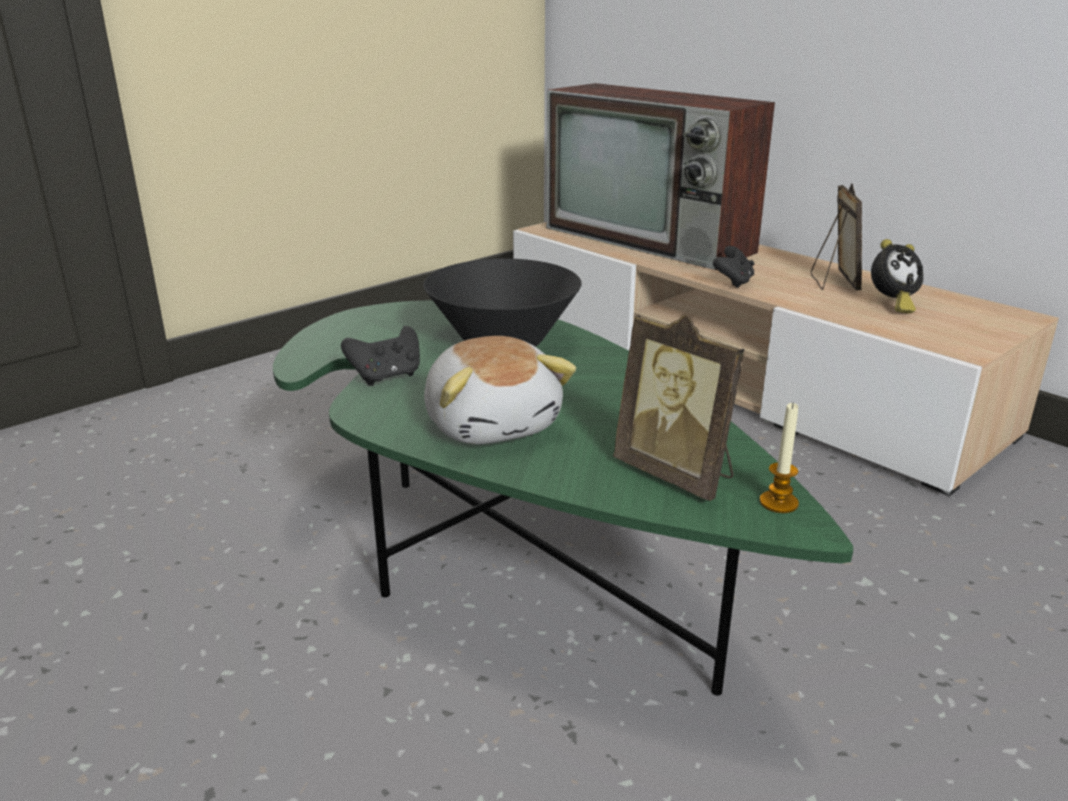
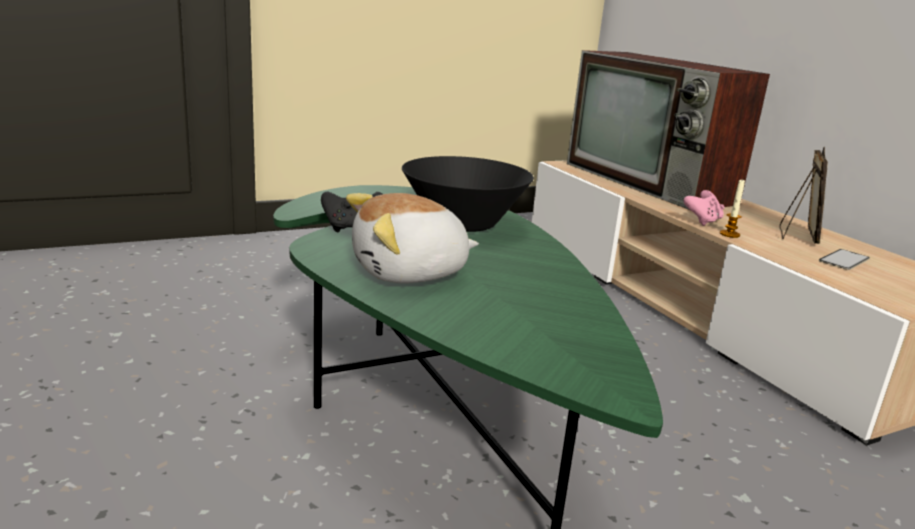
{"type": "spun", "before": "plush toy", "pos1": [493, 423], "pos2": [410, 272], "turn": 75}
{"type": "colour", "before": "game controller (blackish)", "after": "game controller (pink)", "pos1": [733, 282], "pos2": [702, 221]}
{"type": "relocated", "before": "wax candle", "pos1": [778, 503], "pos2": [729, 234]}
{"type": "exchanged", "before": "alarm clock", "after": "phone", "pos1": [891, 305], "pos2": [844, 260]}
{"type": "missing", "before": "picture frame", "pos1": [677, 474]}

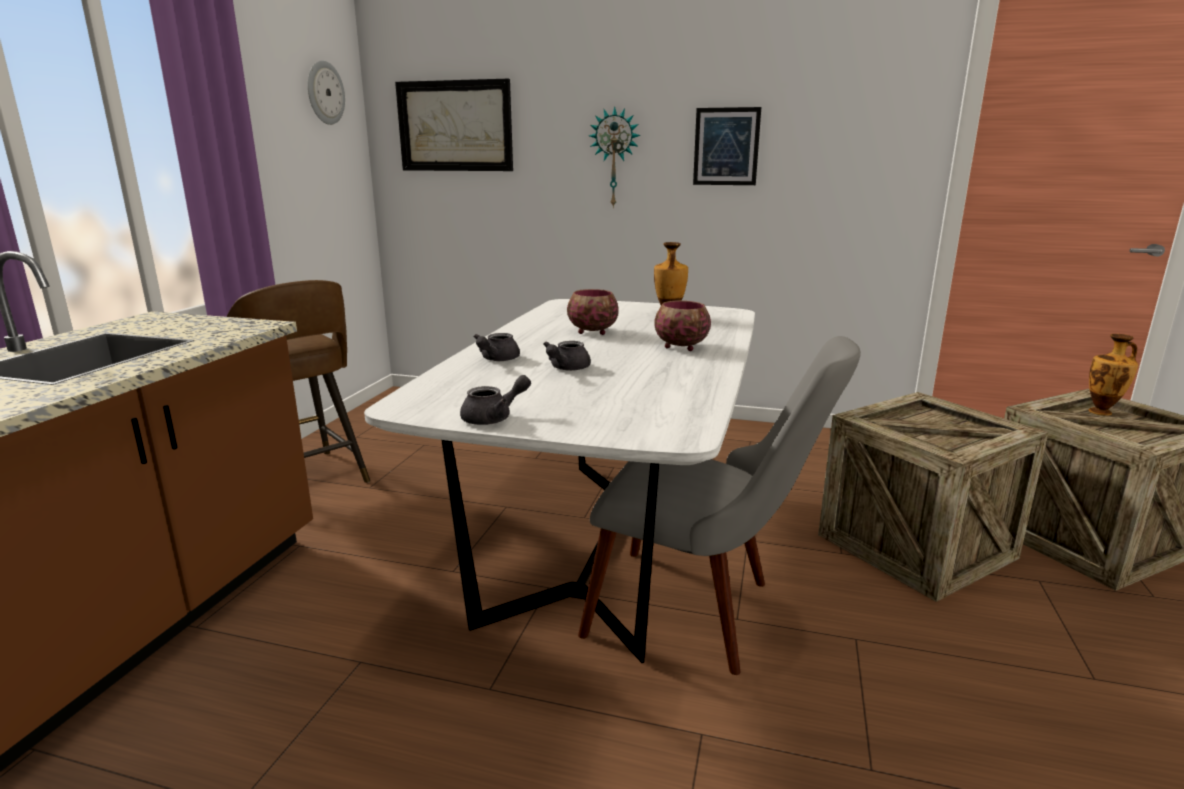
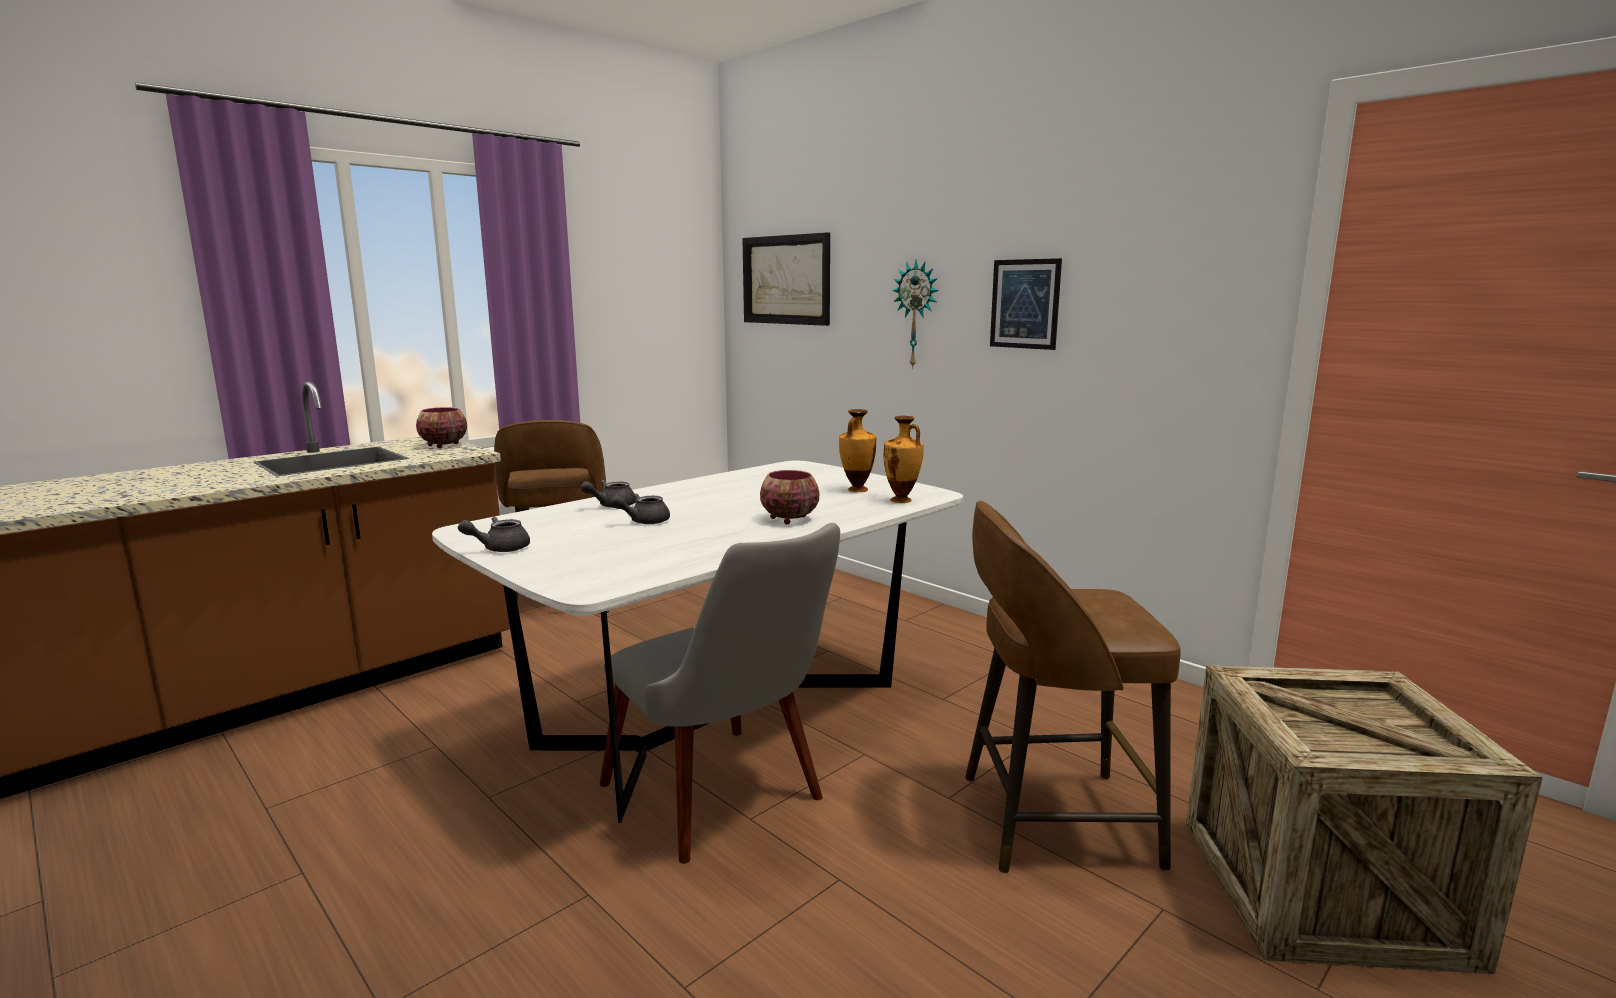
{"type": "relocated", "before": "bowl", "pos1": [591, 332], "pos2": [442, 445]}
{"type": "spun", "before": "tea pot (gray)", "pos1": [494, 418], "pos2": [499, 548], "turn": 150}
{"type": "relocated", "before": "decorative vase", "pos1": [1102, 412], "pos2": [902, 500]}
{"type": "exchanged", "before": "packing crate", "after": "stool seat (brown)", "pos1": [915, 546], "pos2": [1051, 819]}
{"type": "missing", "before": "hanging clock", "pos1": [325, 93]}

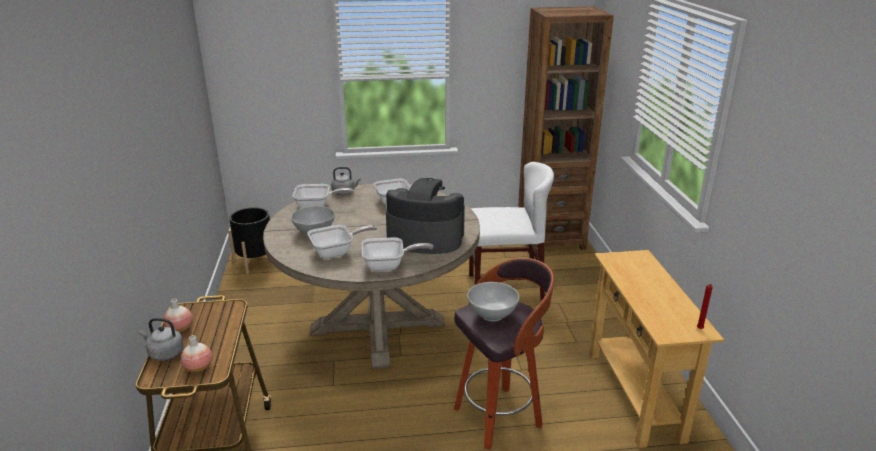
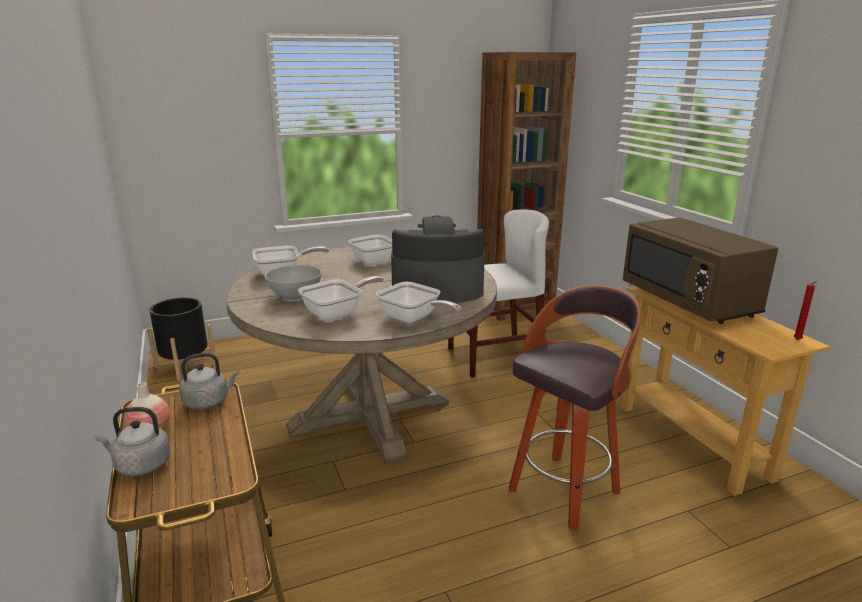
{"type": "relocated", "before": "kettle (gray)", "pos1": [345, 192], "pos2": [209, 401]}
{"type": "spun", "before": "pan", "pos1": [389, 265], "pos2": [413, 319], "turn": 60}
{"type": "appeared", "after": "microwave (brown)", "pos2": [689, 301]}
{"type": "missing", "before": "decorative vase", "pos1": [198, 368]}
{"type": "missing", "before": "bowl (white-coloured)", "pos1": [492, 314]}

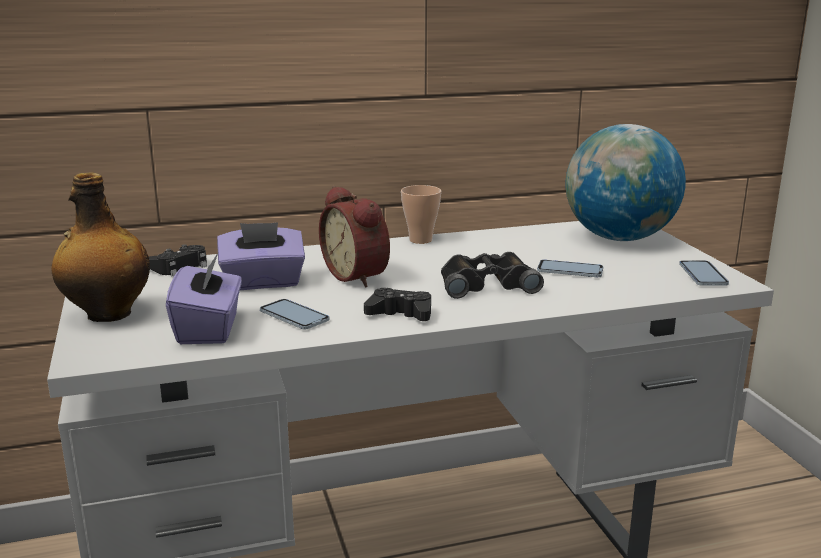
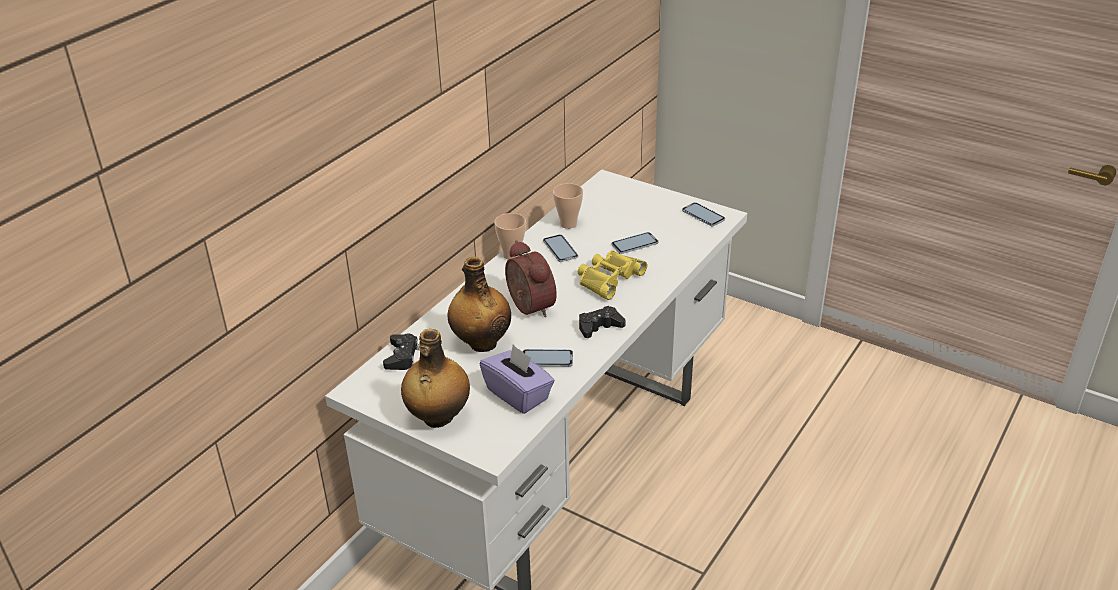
{"type": "exchanged", "before": "tissue holder (purple-coloured)", "after": "beverage bottle", "pos1": [263, 282], "pos2": [481, 342]}
{"type": "spun", "before": "alarm clock", "pos1": [359, 275], "pos2": [527, 307], "turn": -135}
{"type": "appeared", "after": "phone", "pos2": [560, 249]}
{"type": "appeared", "after": "small cup", "pos2": [568, 224]}
{"type": "colour", "before": "field glasses (blackish)", "after": "field glasses (yellowish)", "pos1": [486, 284], "pos2": [608, 278]}
{"type": "missing", "before": "desk globe", "pos1": [619, 238]}

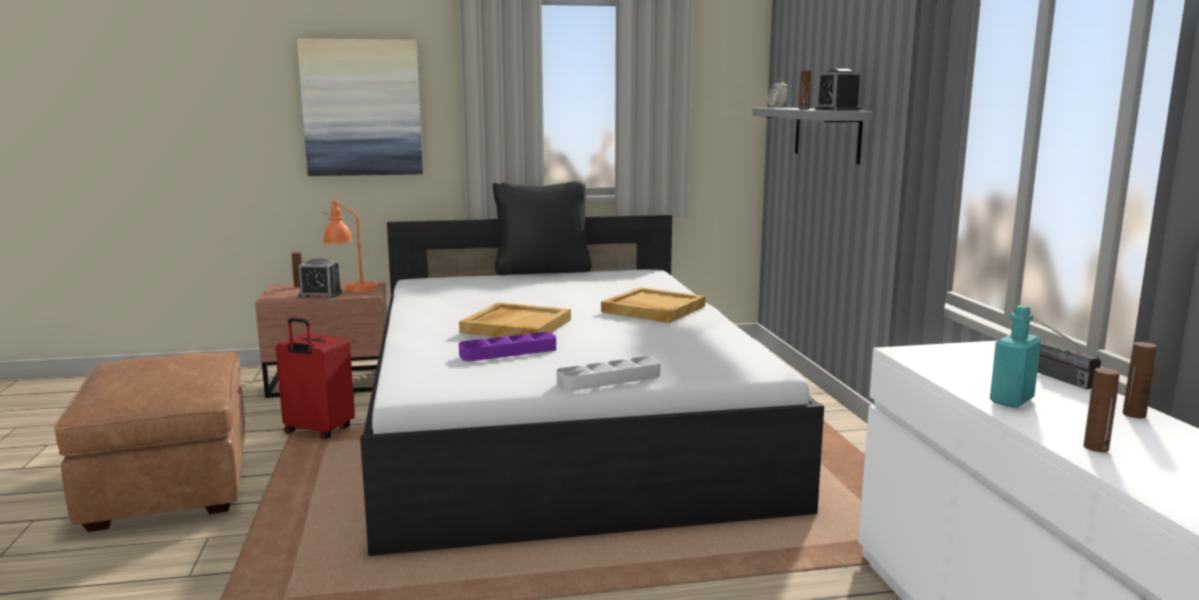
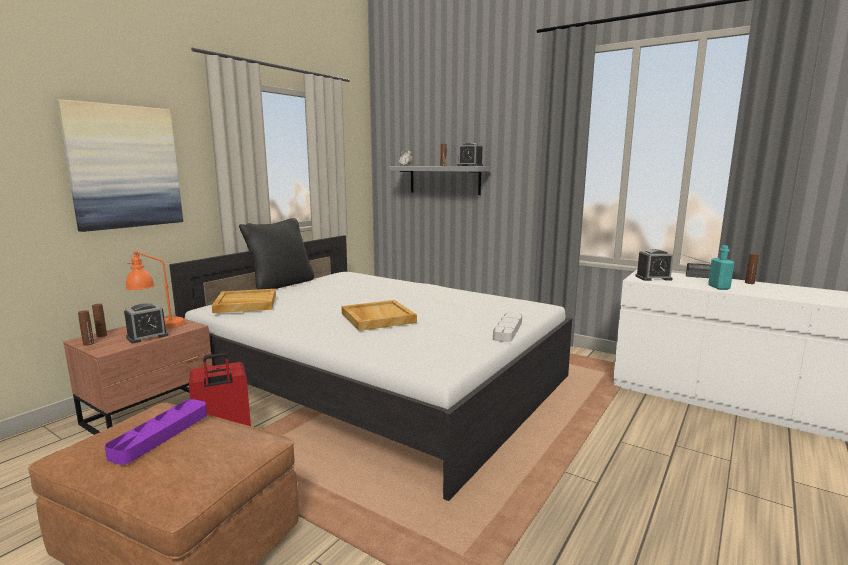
{"type": "relocated", "before": "beverage bottle (brown)", "pos1": [1096, 447], "pos2": [88, 343]}
{"type": "relocated", "before": "serving tray (purple-coloured)", "pos1": [508, 352], "pos2": [161, 435]}
{"type": "relocated", "before": "serving tray (beige-coloured)", "pos1": [652, 309], "pos2": [245, 304]}
{"type": "appeared", "after": "alarm clock", "pos2": [653, 278]}

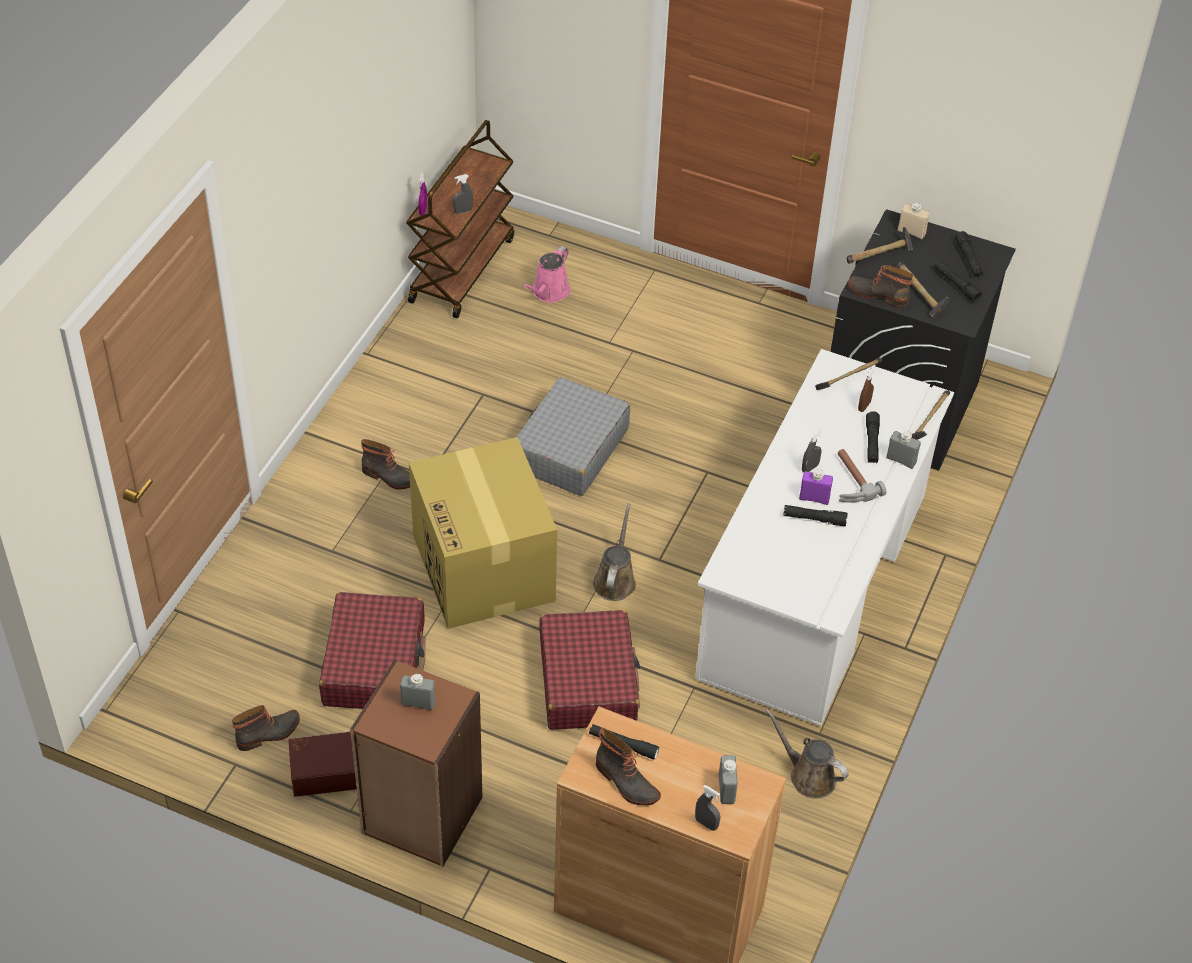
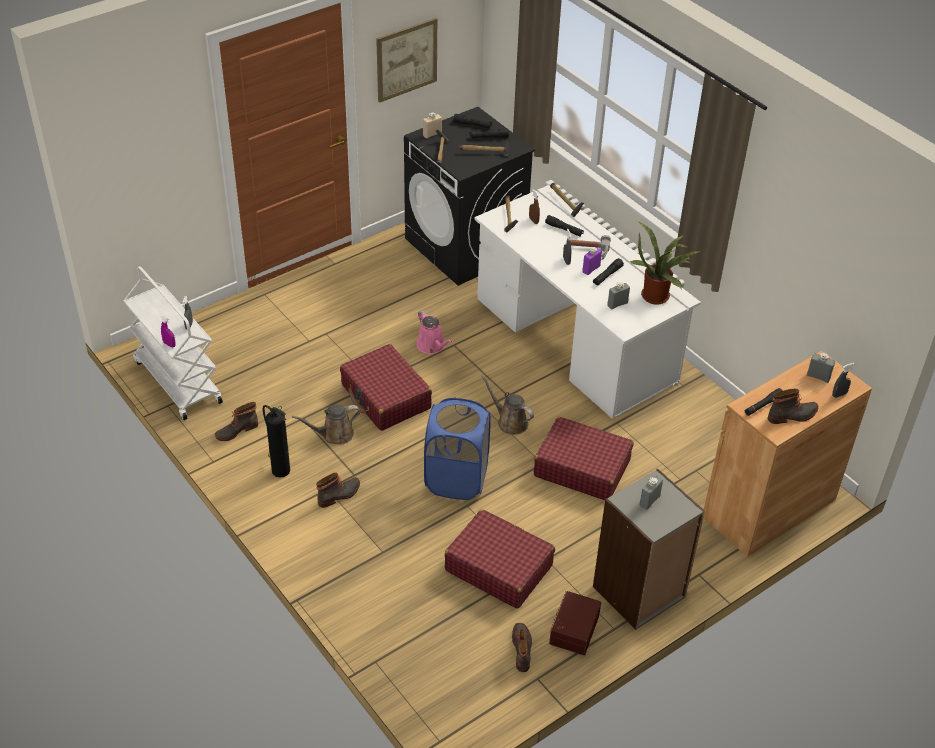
{"type": "colour", "before": "cart (brown)", "after": "cart (white-coloured)", "pos1": [461, 269], "pos2": [177, 381]}
{"type": "relocated", "before": "high-top boot", "pos1": [878, 294], "pos2": [236, 430]}
{"type": "appeared", "after": "extinguisher", "pos2": [280, 470]}
{"type": "relocated", "before": "watering pot (brown)", "pos1": [808, 776], "pos2": [334, 435]}
{"type": "colour", "before": "suitcase (gray)", "after": "suitcase (red)", "pos1": [569, 449], "pos2": [386, 397]}
{"type": "appeared", "after": "picture", "pos2": [406, 59]}
{"type": "relocated", "before": "watering pot (pink)", "pos1": [549, 292], "pos2": [432, 346]}
{"type": "exchanged", "before": "packing box", "after": "laundry basket (bluish)", "pos1": [484, 569], "pos2": [456, 479]}
{"type": "colour", "before": "bookcase (brown)", "after": "bookcase (gray)", "pos1": [421, 816], "pos2": [639, 593]}
{"type": "relocated", "before": "beverage bottle (gray)", "pos1": [901, 460], "pos2": [617, 304]}
{"type": "appeared", "after": "potted plant", "pos2": [657, 295]}

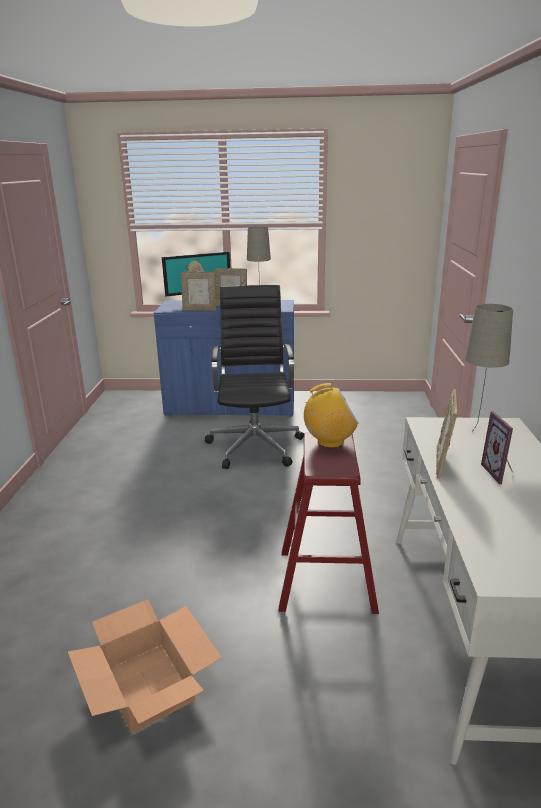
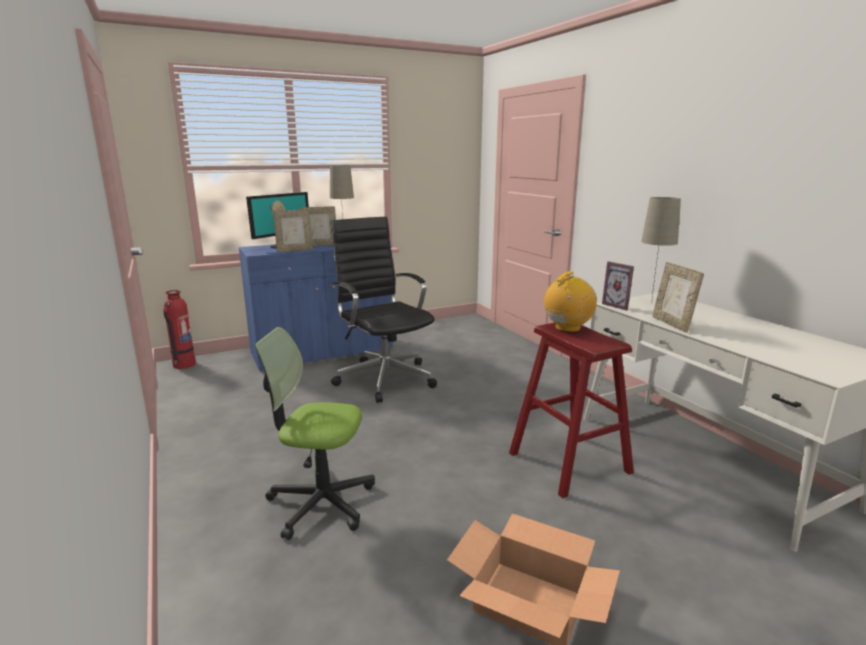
{"type": "appeared", "after": "extinguisher", "pos2": [183, 365]}
{"type": "appeared", "after": "office chair", "pos2": [321, 502]}
{"type": "relocated", "before": "picture frame", "pos1": [500, 473], "pos2": [619, 305]}

